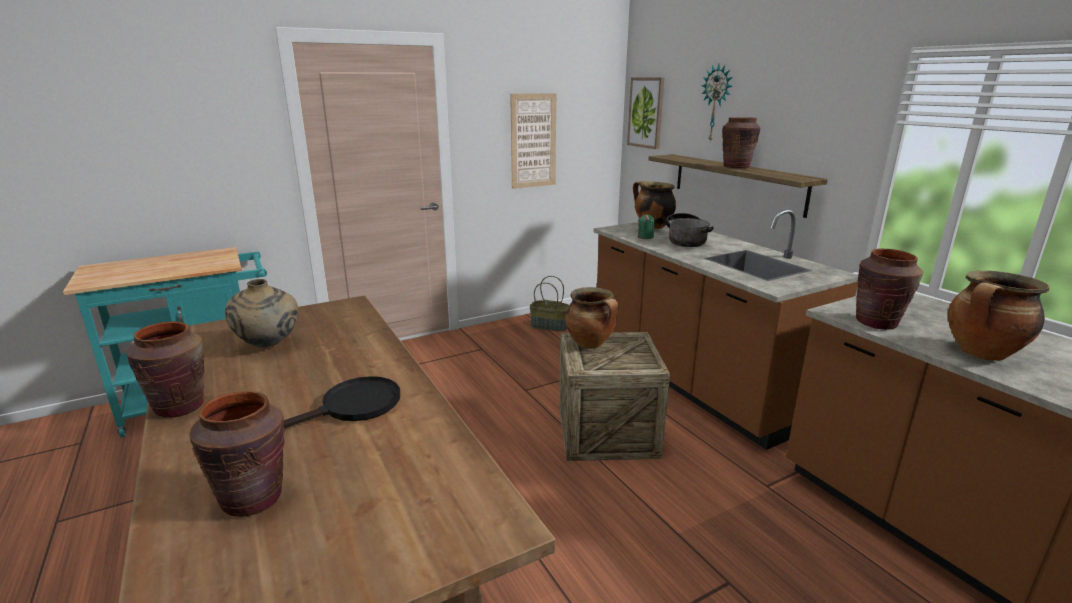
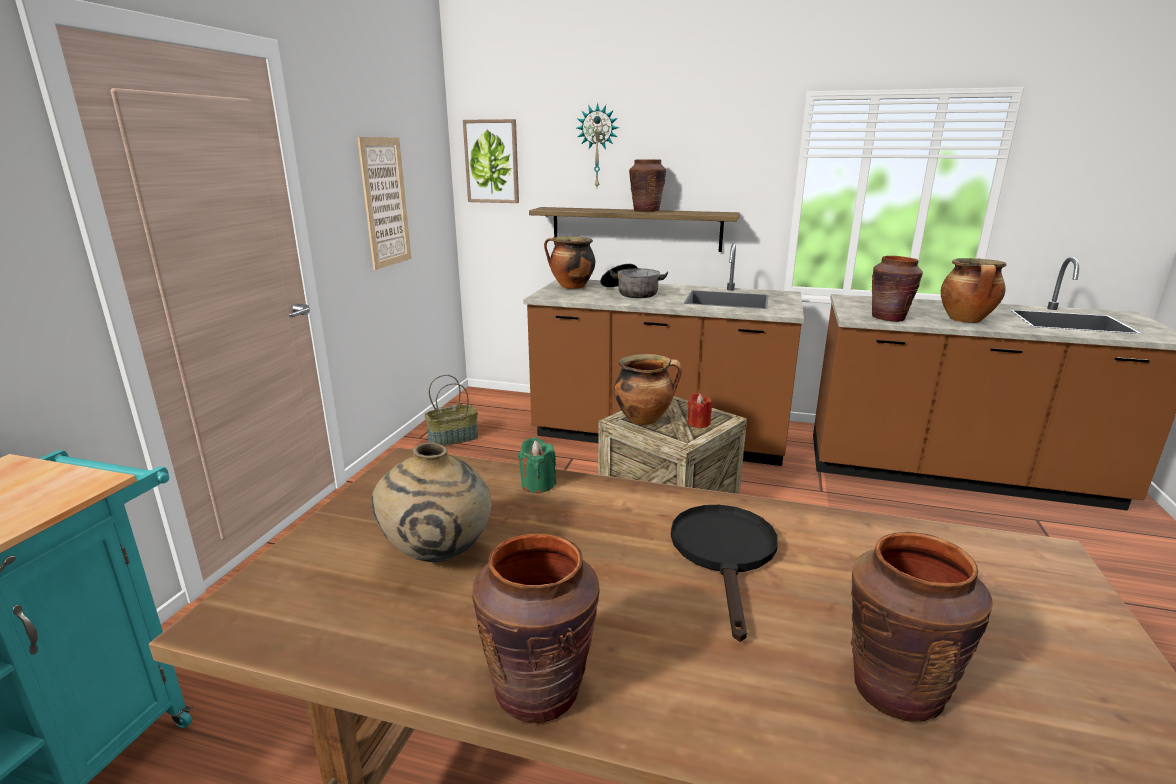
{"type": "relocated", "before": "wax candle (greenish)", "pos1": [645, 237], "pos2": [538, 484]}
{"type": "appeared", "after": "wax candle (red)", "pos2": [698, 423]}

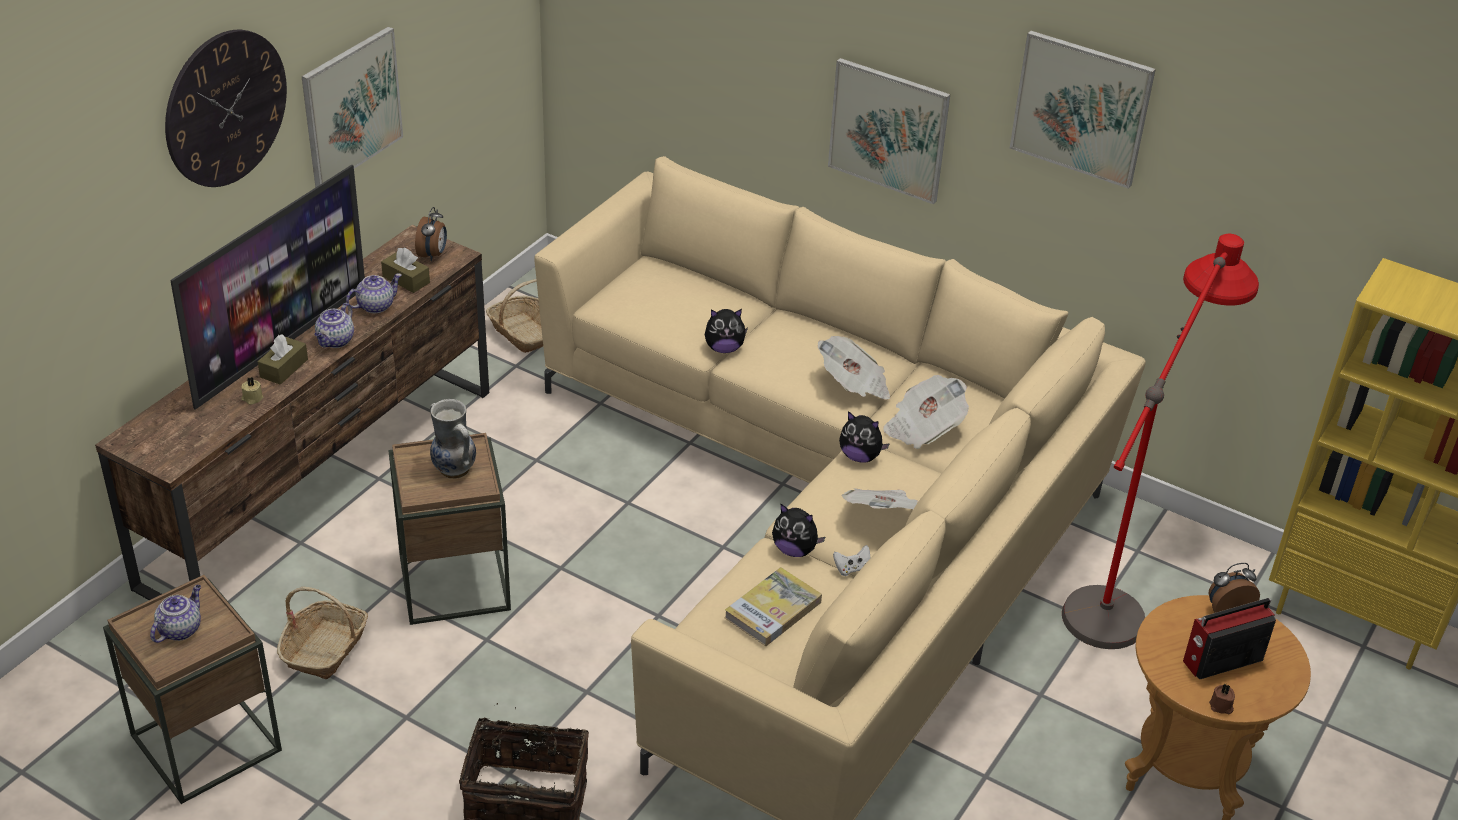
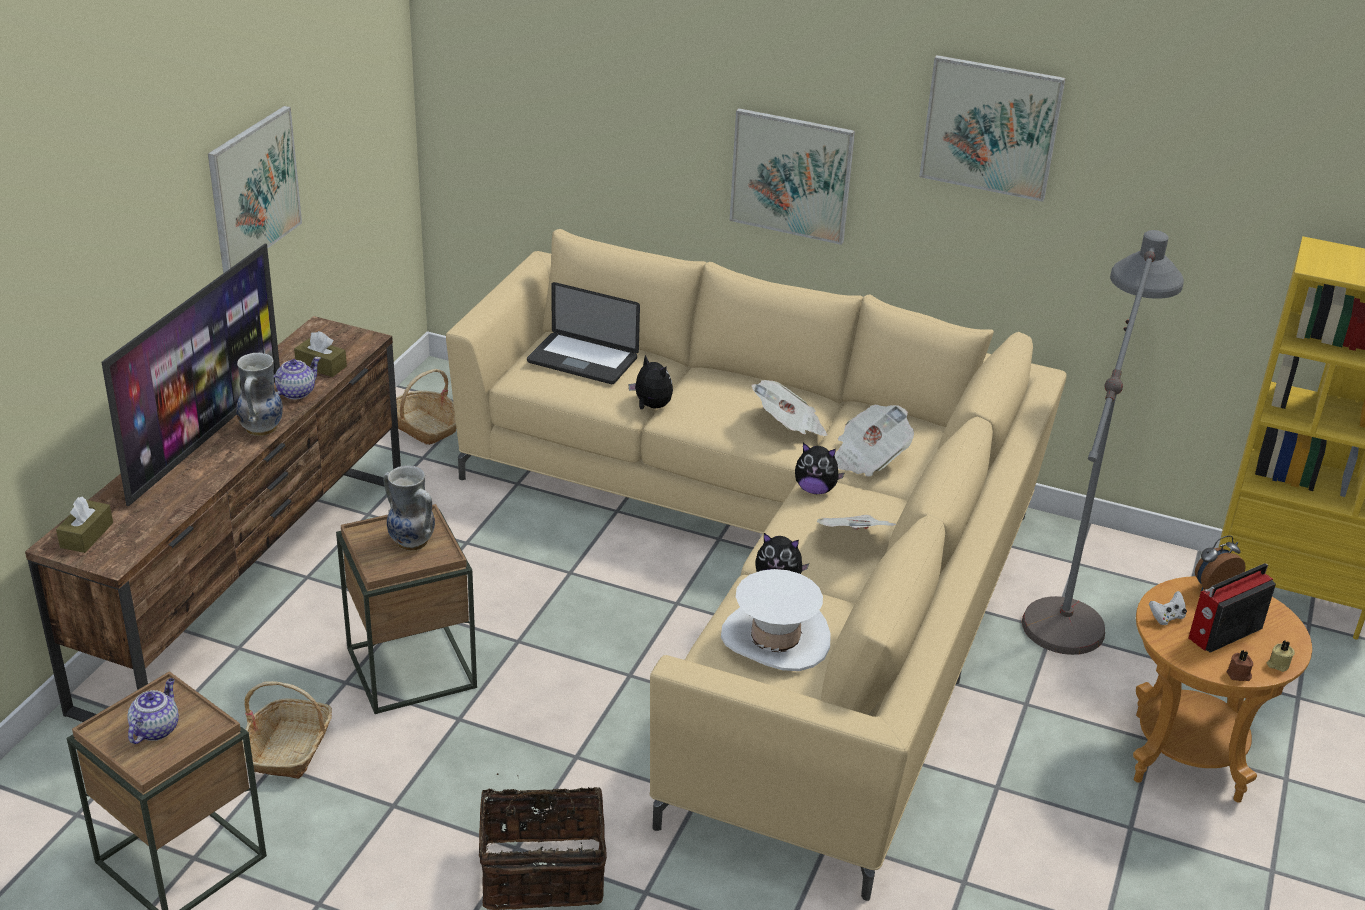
{"type": "relocated", "before": "tissue holder (brown)", "pos1": [284, 368], "pos2": [86, 535]}
{"type": "exchanged", "before": "tea pot", "after": "decorative vase", "pos1": [335, 341], "pos2": [262, 428]}
{"type": "appeared", "after": "notebook computer", "pos2": [582, 360]}
{"type": "spun", "before": "plush toy", "pos1": [724, 348], "pos2": [651, 406], "turn": -120}
{"type": "exchanged", "before": "volume", "after": "clothing hat (white-coloured)", "pos1": [773, 610], "pos2": [775, 638]}
{"type": "colour", "before": "standing lamp (red)", "after": "standing lamp (gray)", "pos1": [1125, 583], "pos2": [1074, 593]}
{"type": "relocated", "before": "game controller (white-coloured)", "pos1": [852, 569], "pos2": [1166, 617]}
{"type": "relocated", "before": "wax candle (beige-coloured)", "pos1": [252, 398], "pos2": [1277, 664]}
{"type": "missing", "before": "hanging clock", "pos1": [226, 108]}
{"type": "missing", "before": "alarm clock", "pos1": [433, 255]}

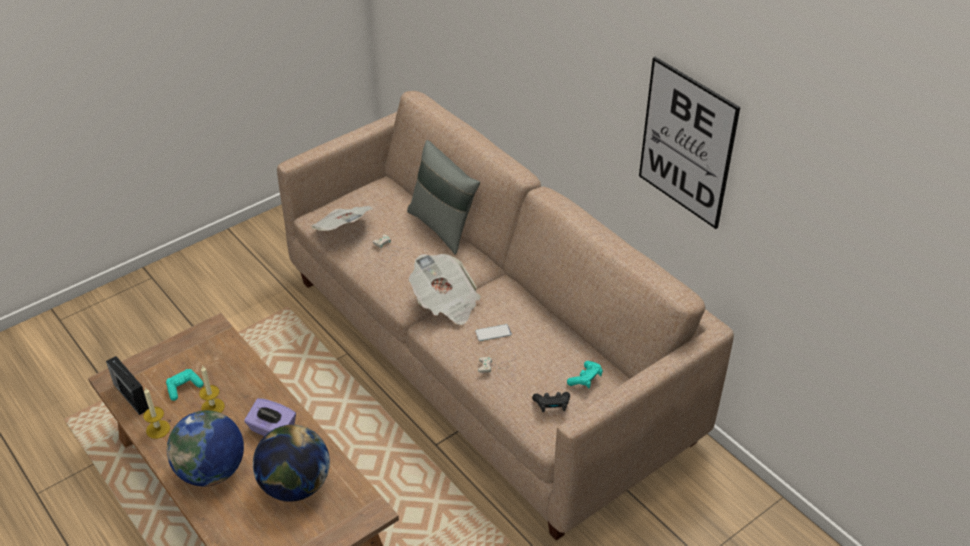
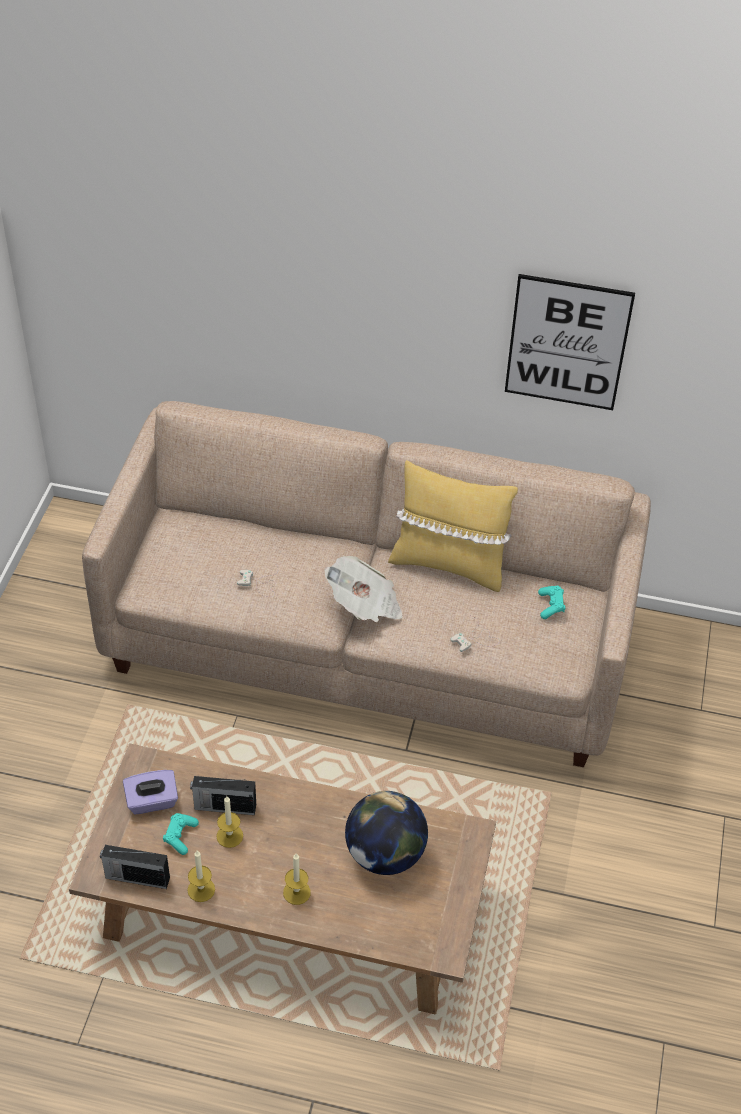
{"type": "relocated", "before": "tissue holder (purple-coloured)", "pos1": [272, 430], "pos2": [152, 802]}
{"type": "appeared", "after": "radio set", "pos2": [224, 806]}
{"type": "exchanged", "before": "desk globe", "after": "wax candle", "pos1": [211, 471], "pos2": [296, 892]}
{"type": "appeared", "after": "pillow (yellowish)", "pos2": [449, 564]}
{"type": "missing", "before": "newspaper", "pos1": [342, 230]}
{"type": "missing", "before": "pillow (gray)", "pos1": [443, 227]}
{"type": "missing", "before": "phone", "pos1": [493, 333]}
{"type": "missing", "before": "game controller (blackish)", "pos1": [552, 405]}

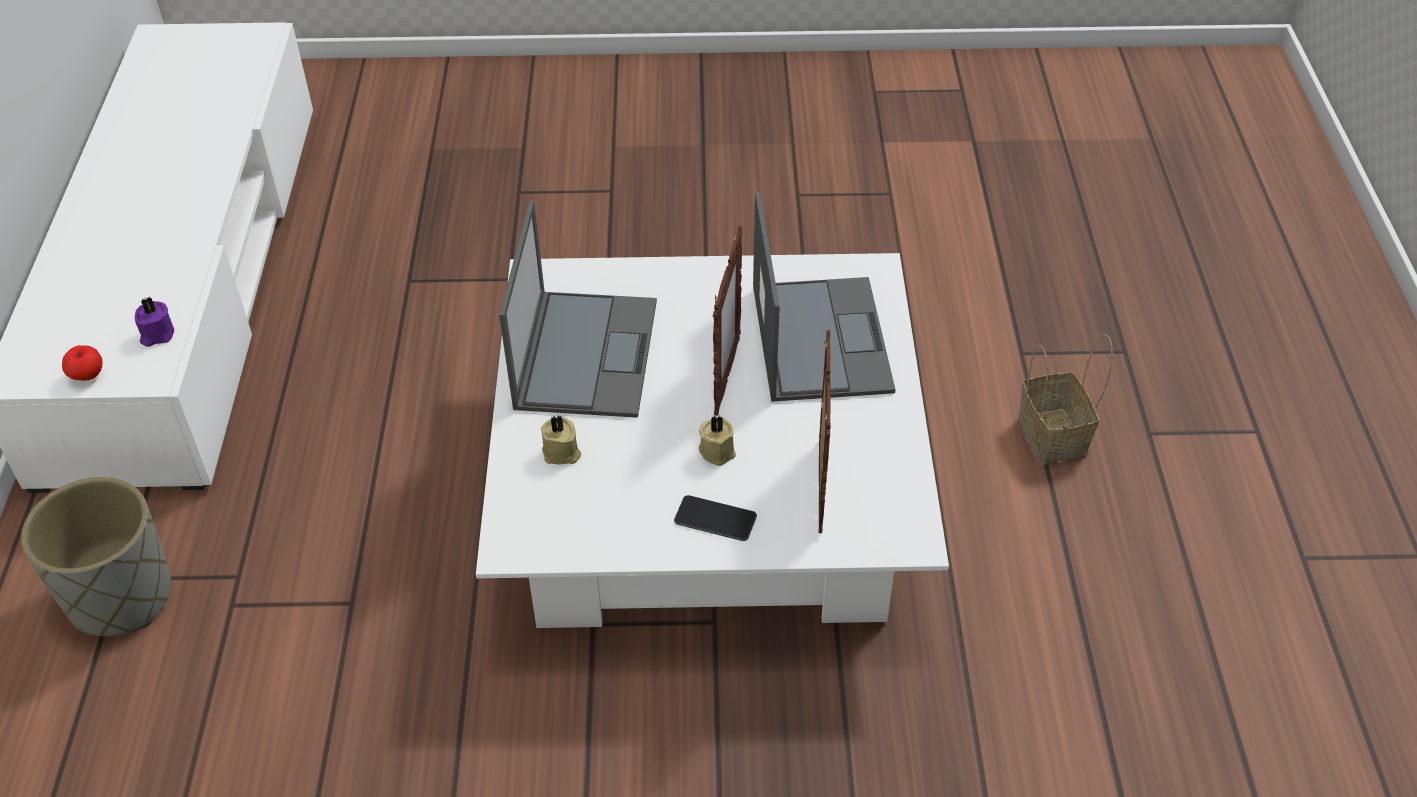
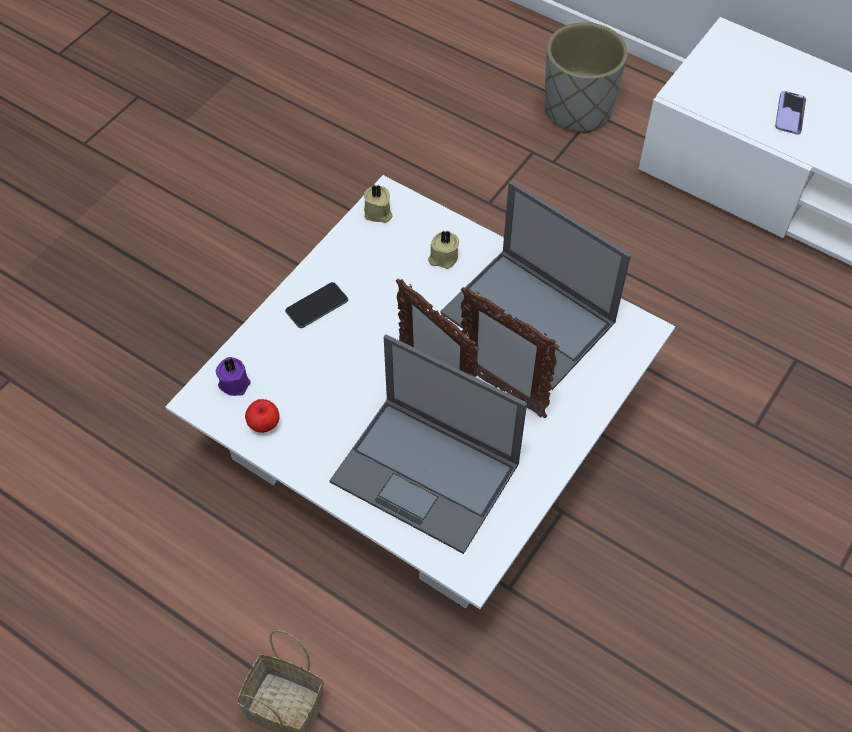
{"type": "relocated", "before": "wax candle (purple-coloured)", "pos1": [157, 334], "pos2": [234, 382]}
{"type": "relocated", "before": "apple", "pos1": [87, 376], "pos2": [264, 424]}
{"type": "relocated", "before": "wax candle (beige-coloured)", "pos1": [718, 450], "pos2": [378, 213]}
{"type": "relocated", "before": "picture frame", "pos1": [819, 488], "pos2": [502, 390]}
{"type": "appeared", "after": "phone", "pos2": [790, 114]}

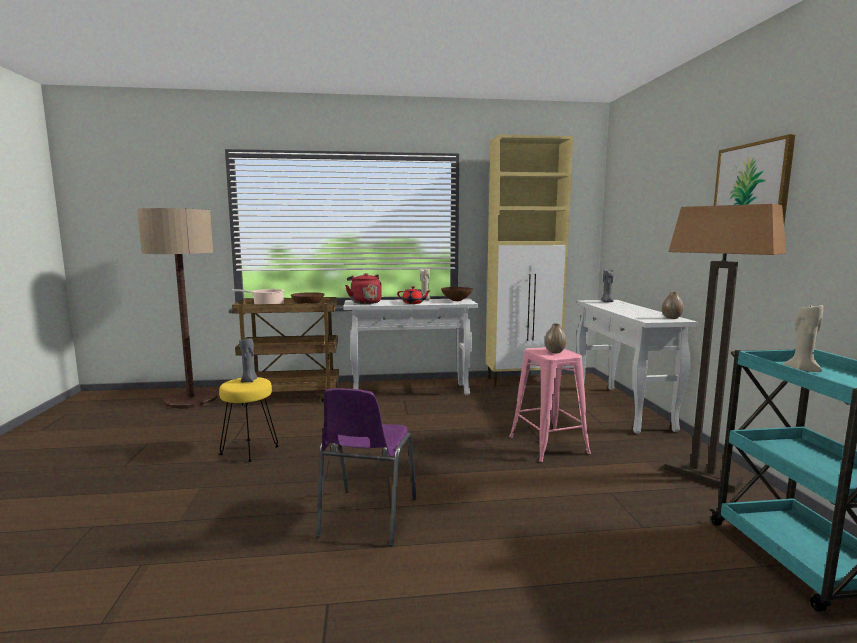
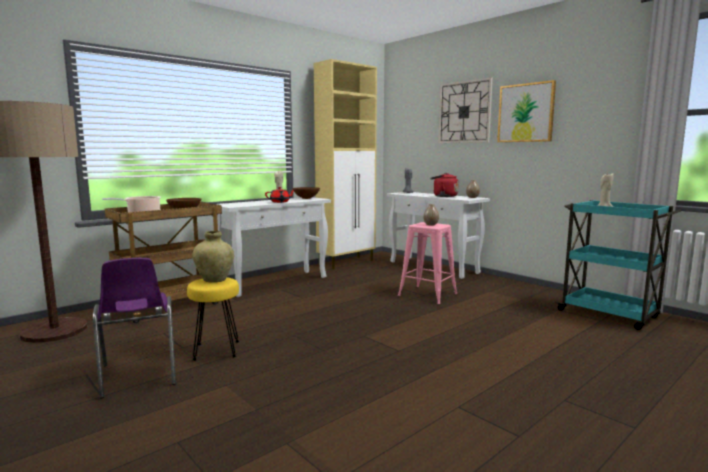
{"type": "relocated", "before": "plain chair (purple-coloured)", "pos1": [366, 518], "pos2": [138, 376]}
{"type": "exchanged", "before": "wax candle (gray)", "after": "decorative vase (beige-coloured)", "pos1": [249, 381], "pos2": [214, 280]}
{"type": "relocated", "before": "kettle (red)", "pos1": [365, 302], "pos2": [443, 196]}
{"type": "appeared", "after": "hanging clock", "pos2": [464, 112]}
{"type": "missing", "before": "standing lamp", "pos1": [702, 476]}

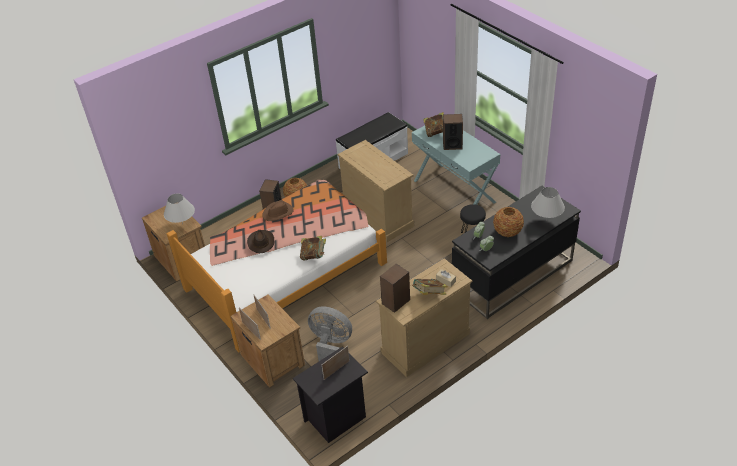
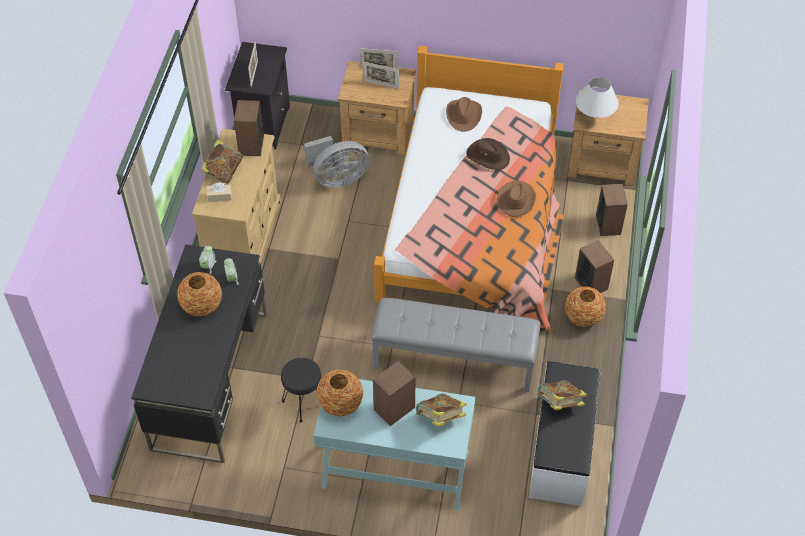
{"type": "appeared", "after": "decorative vase", "pos2": [341, 404]}
{"type": "exchanged", "before": "dresser (beige-coloured)", "after": "indoor bench (gray)", "pos1": [378, 215], "pos2": [454, 360]}
{"type": "appeared", "after": "clothing hat (brown)", "pos2": [464, 116]}
{"type": "relocated", "before": "volume", "pos1": [314, 255], "pos2": [559, 403]}
{"type": "appeared", "after": "audio speaker", "pos2": [608, 224]}
{"type": "missing", "before": "tabletop lamp (white-coloured)", "pos1": [546, 220]}

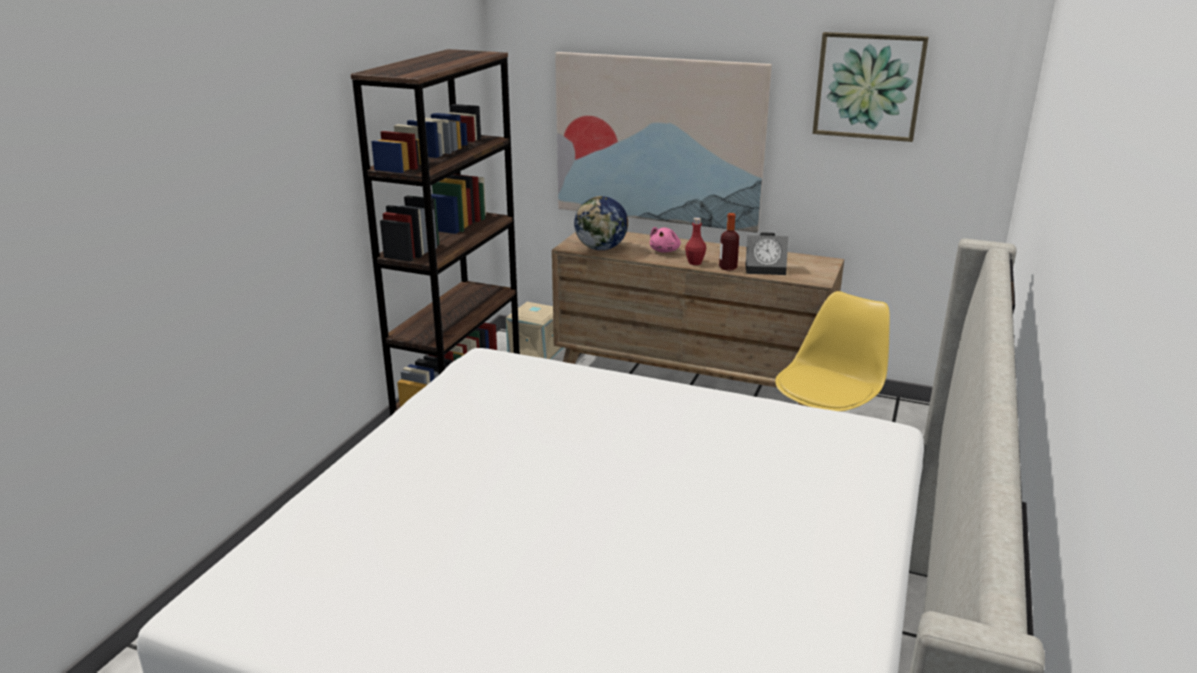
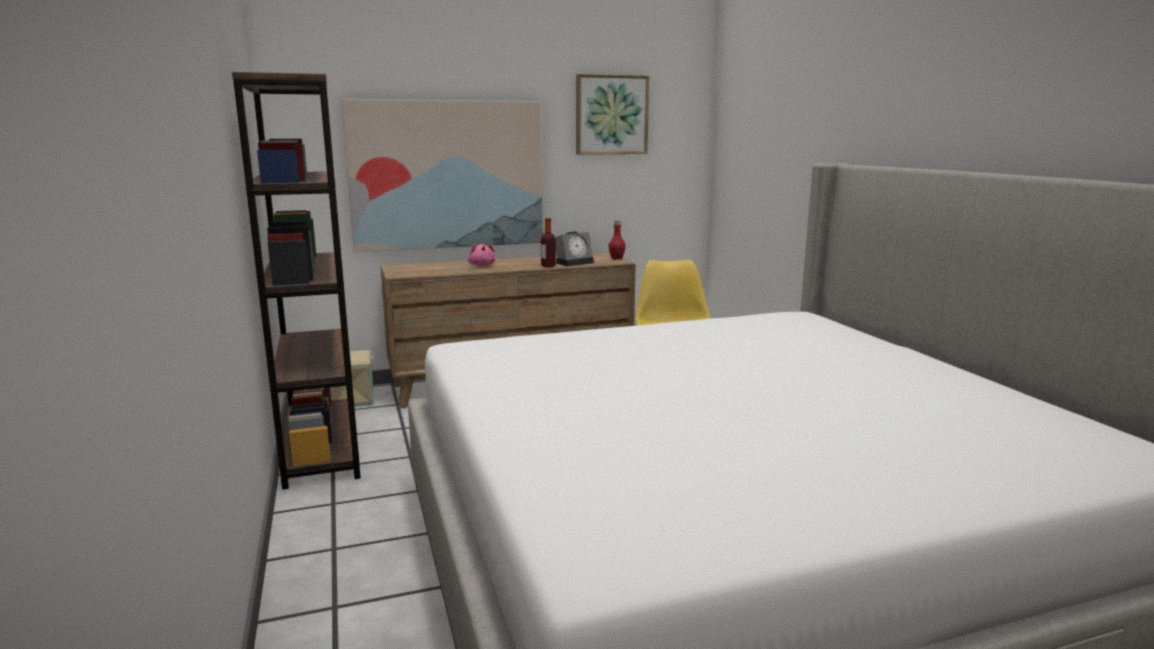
{"type": "relocated", "before": "beverage bottle (red)", "pos1": [695, 263], "pos2": [616, 258]}
{"type": "missing", "before": "desk globe", "pos1": [601, 248]}

